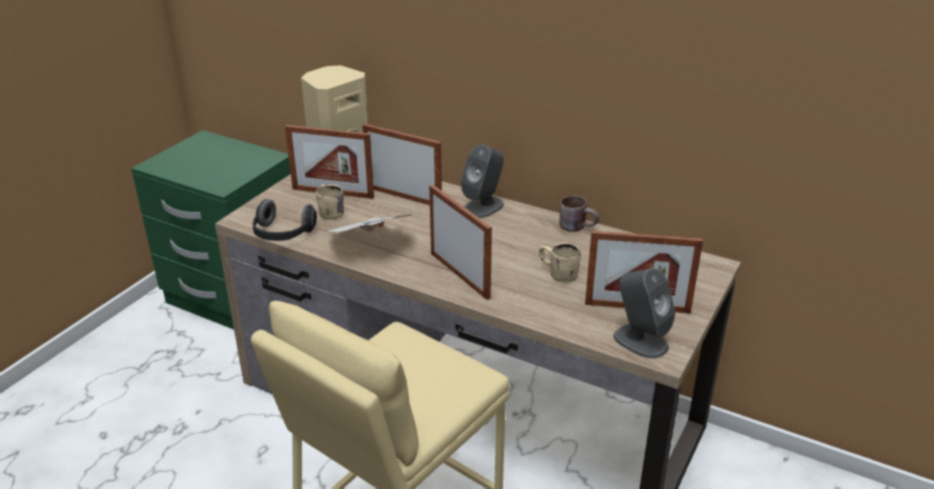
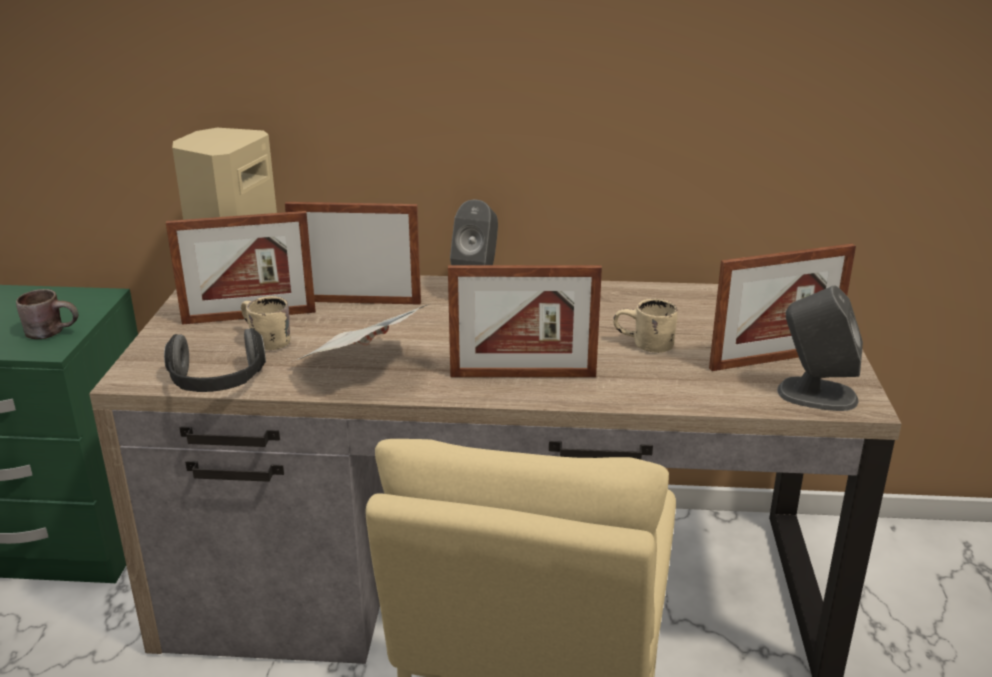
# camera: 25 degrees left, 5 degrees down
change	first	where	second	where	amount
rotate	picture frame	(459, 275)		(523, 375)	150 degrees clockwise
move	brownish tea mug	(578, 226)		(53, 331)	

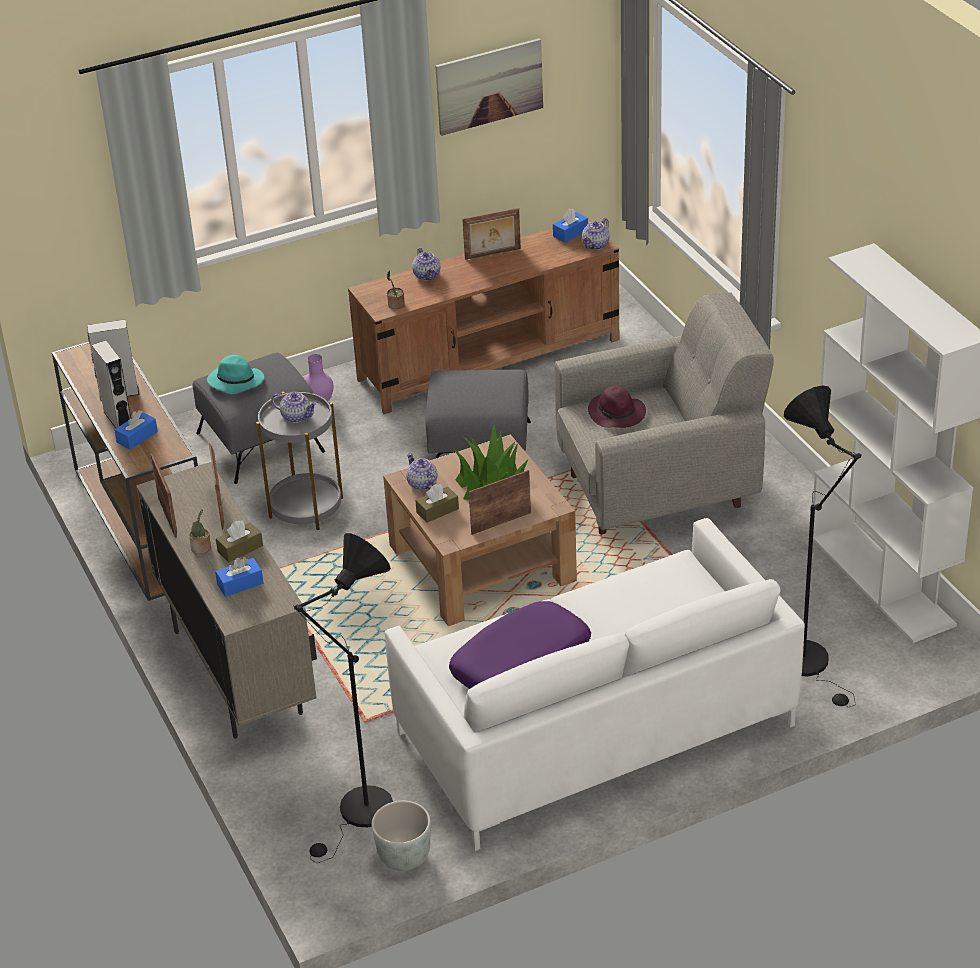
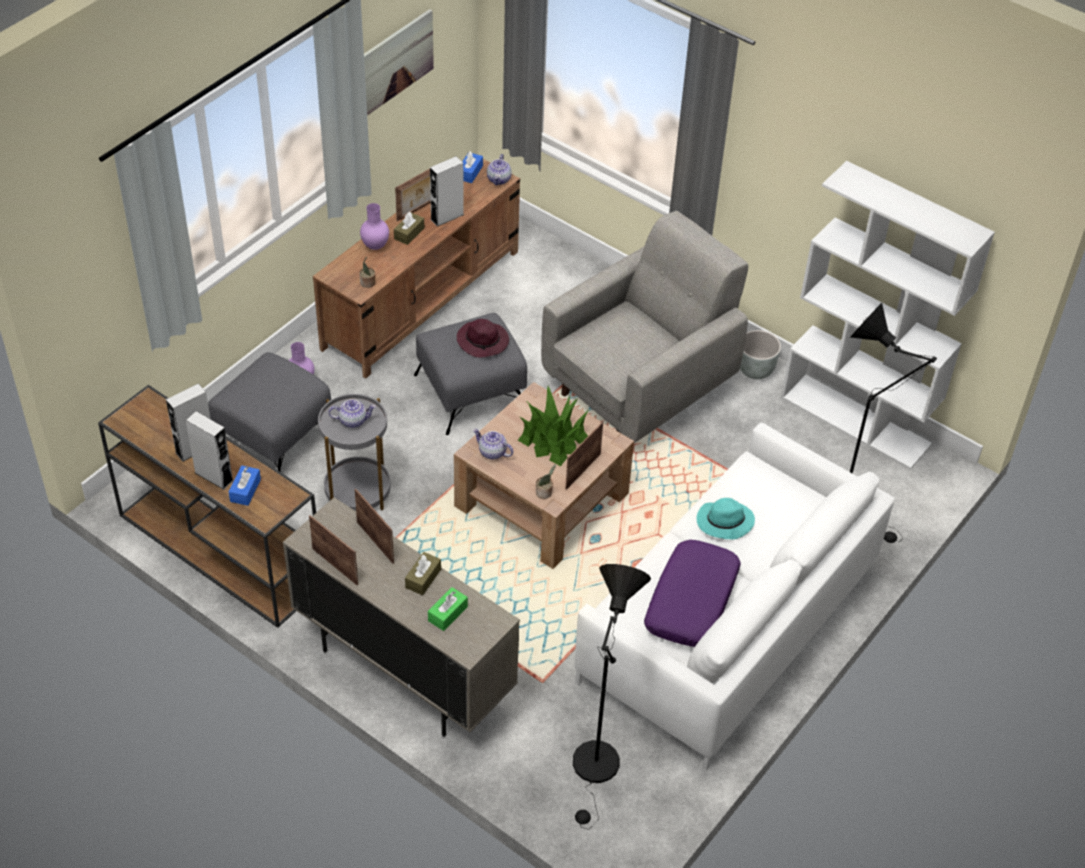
# camera: 30 degrees left, 10 degrees up
change	first	where	second	where	amount
replace	pot for tea	(427, 275)	purplish decorative vase	(375, 246)	
move	turquoise-coloured wearable hat	(235, 381)		(724, 522)	
move	purplish wearable hat	(617, 414)		(483, 341)	
move	brownish tissue box	(437, 511)		(409, 233)	
move	houseplant	(202, 548)		(545, 493)	
recolor	bluish tissue box	(240, 584)	greenish tissue box	(447, 613)	
move	greyish flower pot	(404, 858)		(755, 371)	
insert			greyish audio speaker	(447, 217)	

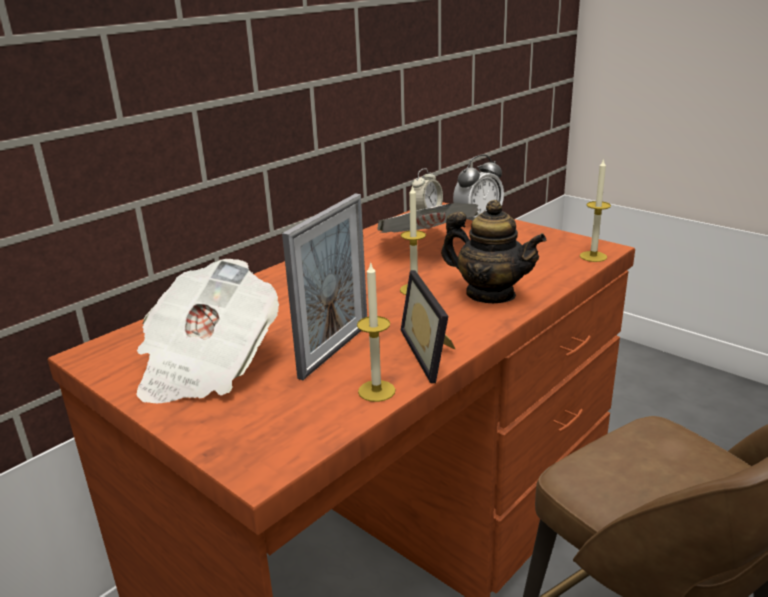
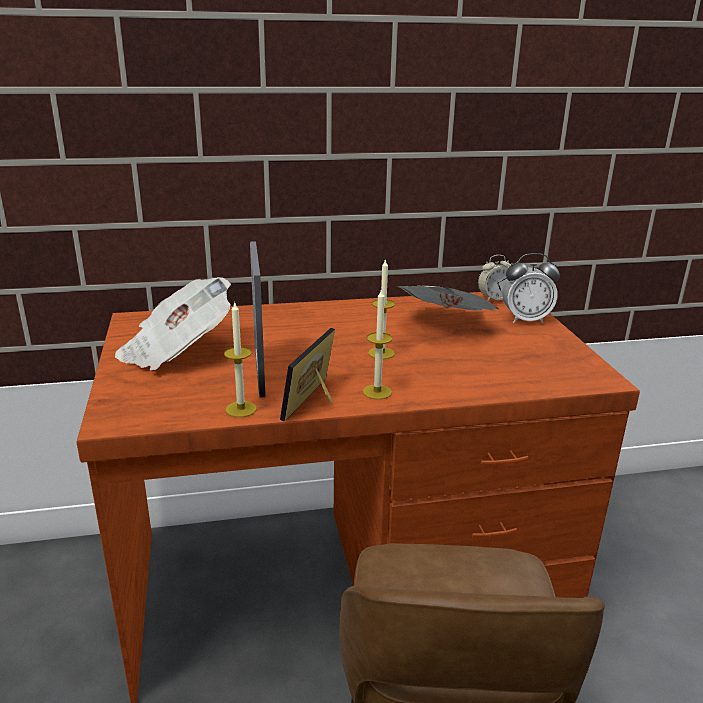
# camera: 35 degrees right, 0 degrees up
change	first	where	second	where	amount
move	wax light	(593, 256)		(377, 392)	
rotate	picture frame	(334, 350)		(260, 372)	105 degrees clockwise
delete	pot for tea	(490, 294)			

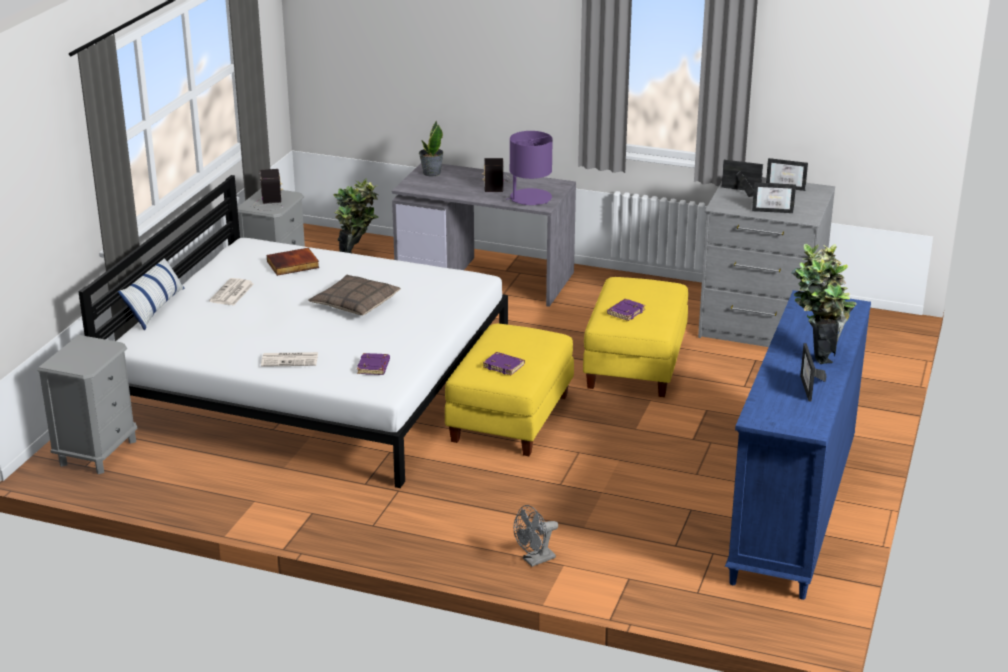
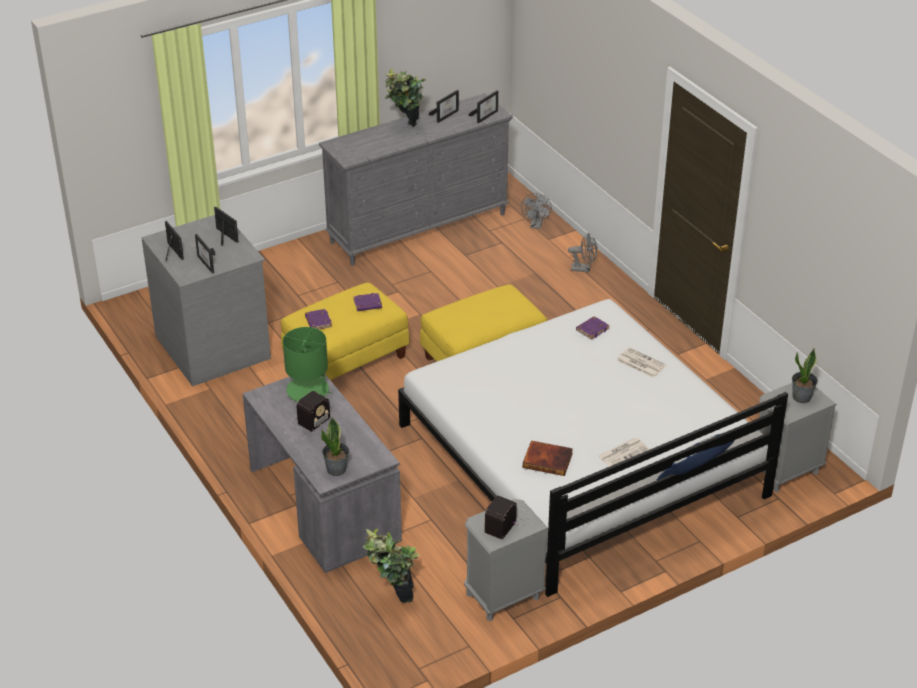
# camera: 140 degrees left, 10 degrees up
change	first	where	second	where	amount
recolor	purplish tabletop lamp	(530, 198)	greenish tabletop lamp	(308, 390)	
delete	cushion	(355, 303)			
recolor	bluish drawer chest	(792, 515)	greyish drawer chest	(419, 228)	
move	purplish bound book	(504, 366)		(318, 322)	
insert			picture frame	(485, 115)	
insert			greyish electric fan	(536, 225)	
insert			houseplant	(802, 397)	

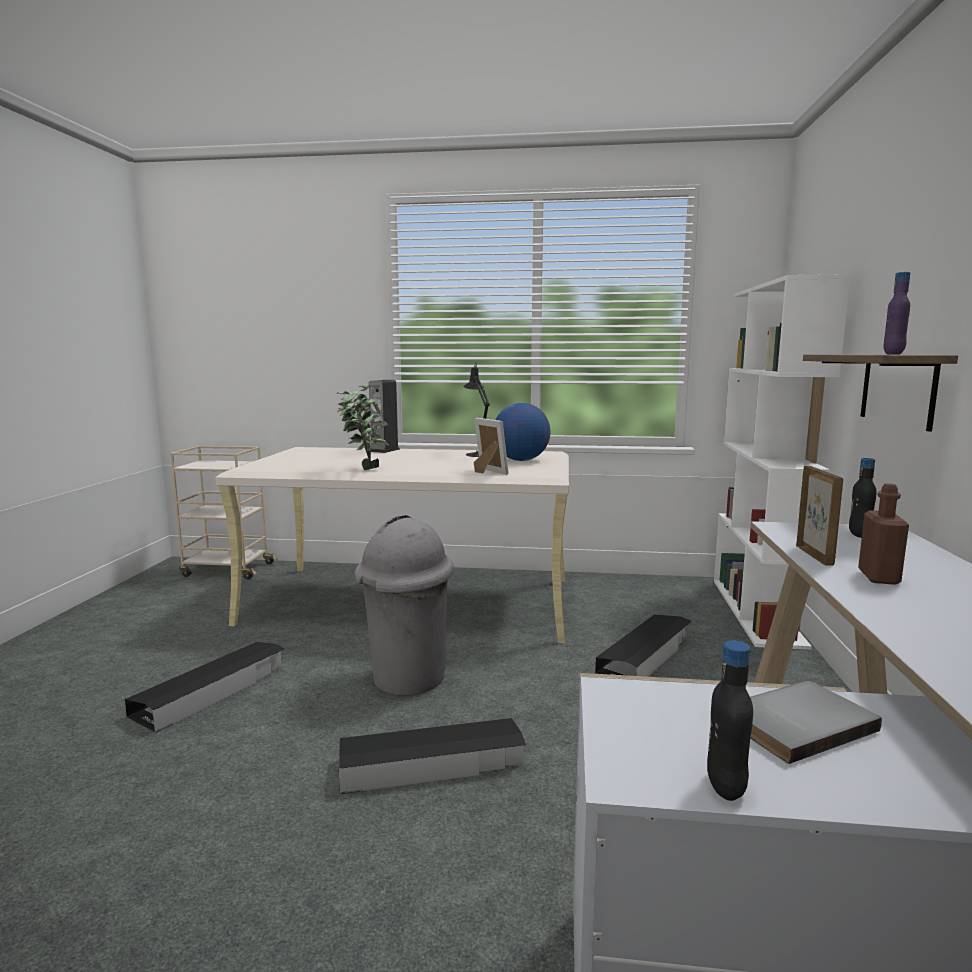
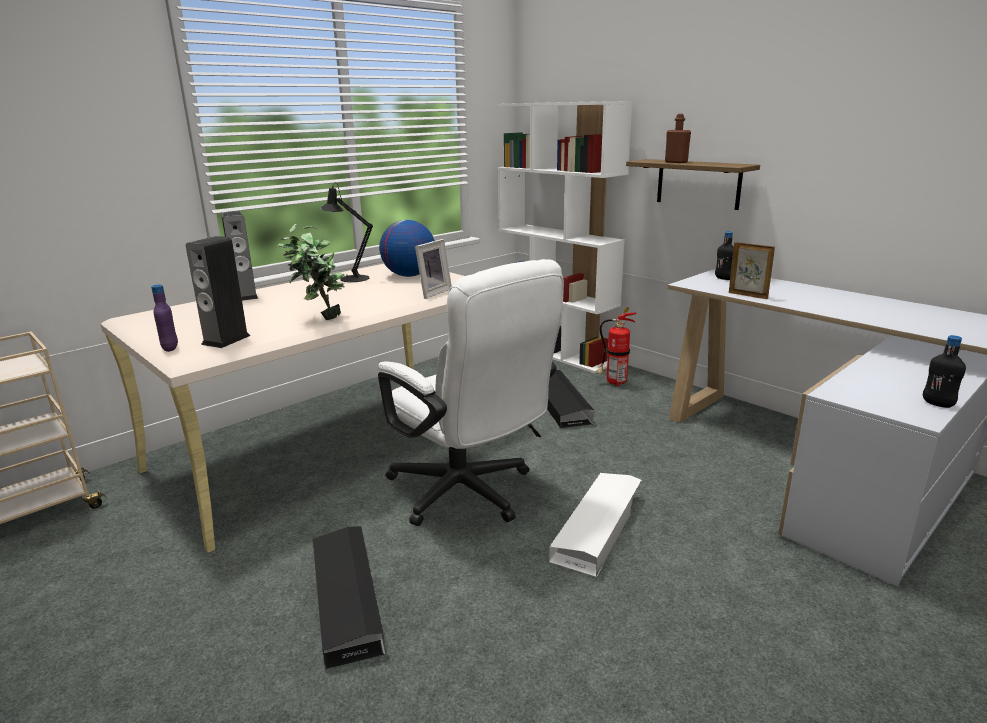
# camera: 50 degrees left, 10 degrees up
change	first	where	second	where	amount
move	purplish bottle	(893, 354)		(170, 348)	
rotate	picture frame	(487, 472)		(432, 292)	120 degrees clockwise
move	brownish bottle	(878, 577)		(676, 162)	
replace	greyish rubbish bin	(407, 678)	white-coloured office chair	(469, 495)	
delete	greyish bound book	(795, 723)			
recolor	blackish storage box	(432, 764)	white-coloured storage box	(598, 527)	
insert			audio speaker	(226, 340)	
insert			fire-fighting cylinder	(613, 383)	

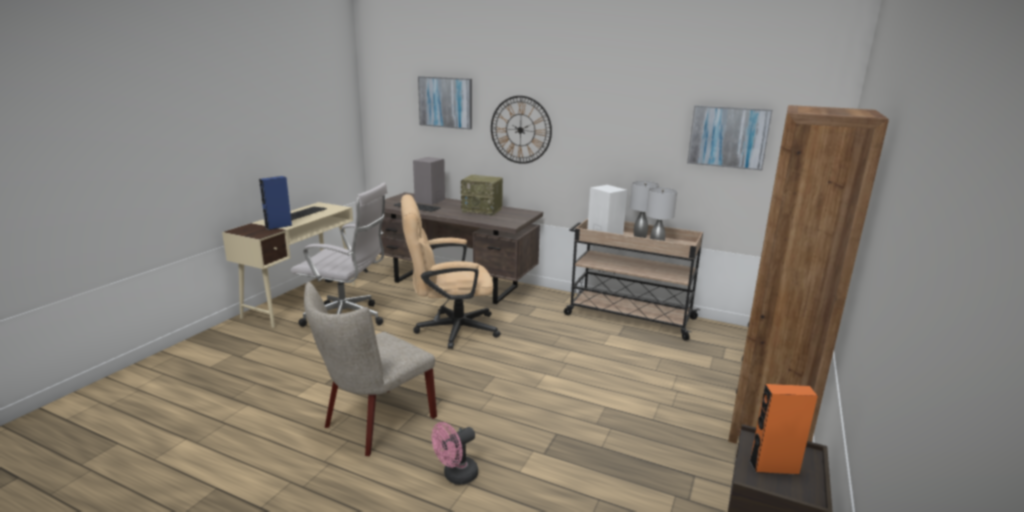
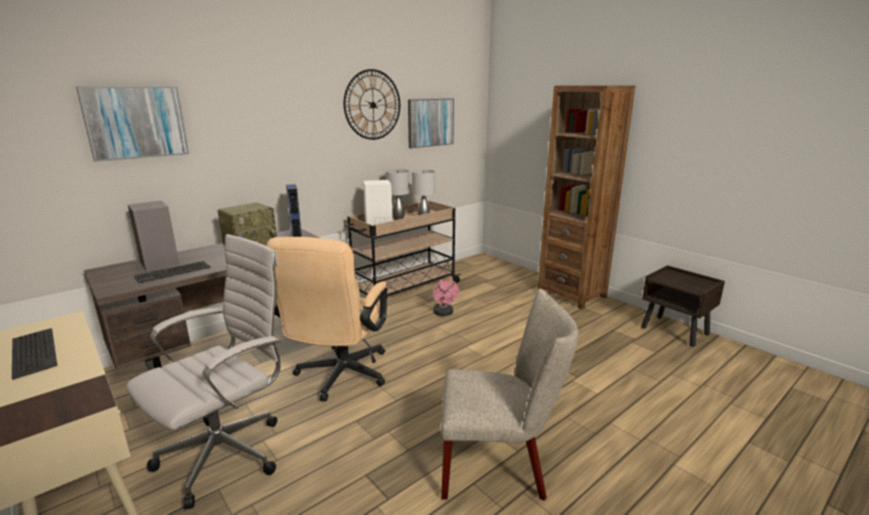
# camera: 65 degrees left, 0 degrees up
change	first	where	second	where	amount
move	clock on the wall	(520, 130)		(372, 105)	
move	bluish audio speaker	(278, 226)		(296, 235)	
rotate	beige-coloured chair	(374, 424)		(499, 466)	60 degrees counterclockwise
delete	orange audio speaker	(774, 467)			
move	pinkish electric fan	(456, 476)		(444, 313)	

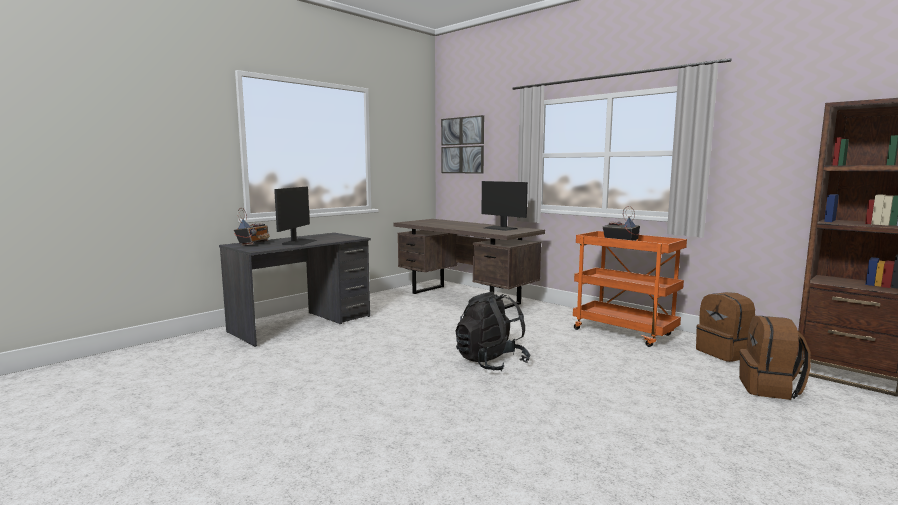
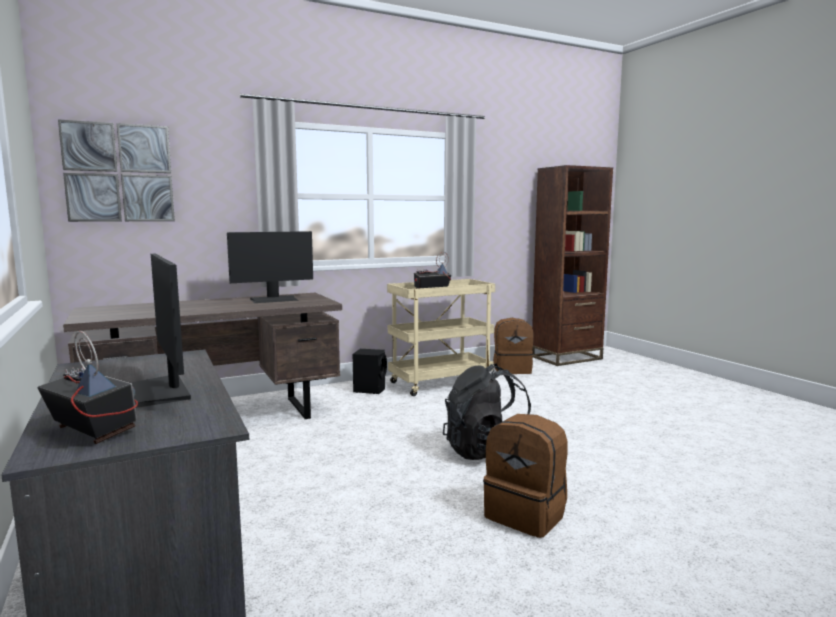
# camera: 70 degrees left, 0 degrees up
change	first	where	second	where	amount
rotate	monitor	(299, 242)		(159, 391)	150 degrees counterclockwise
recolor	orange trolley	(625, 332)	beige-coloured trolley	(440, 383)	
move	brownish backpack	(770, 389)		(526, 515)	
insert			blackish audio speaker	(370, 389)	

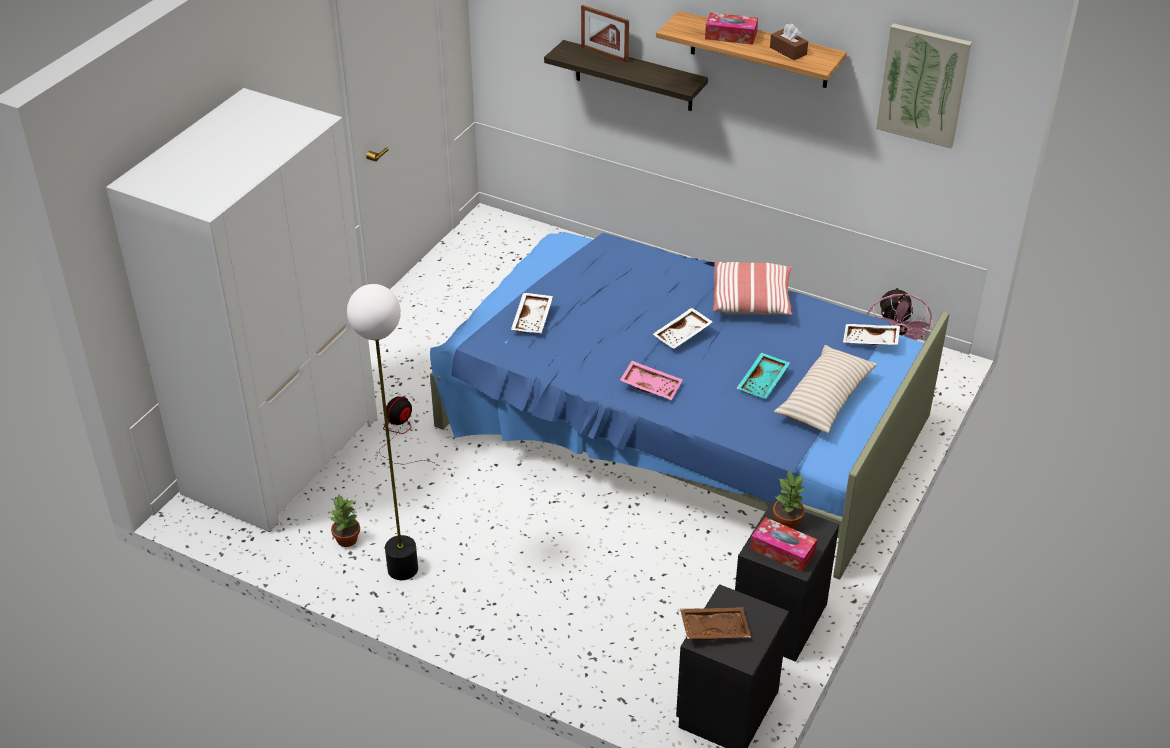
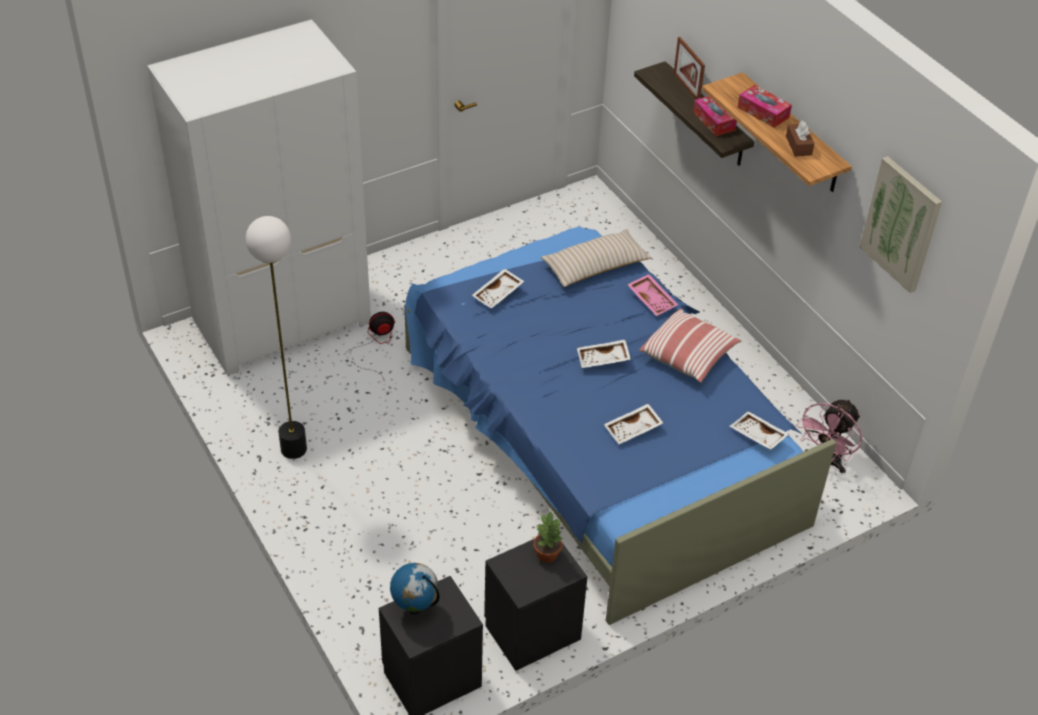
# camera: 30 degrees right, 5 degrees up
change	first	where	second	where	amount
move	beige-coloured cushion	(825, 398)		(595, 266)	
recolor	turquoise-coloured serving tray	(763, 382)	white-coloured serving tray	(633, 429)	
move	pinkish serving tray	(651, 385)		(652, 299)	
delete	houseplant	(347, 540)			
move	tissue box	(782, 551)		(714, 121)	
replace	brownish serving tray	(714, 628)	world globe	(415, 607)	

